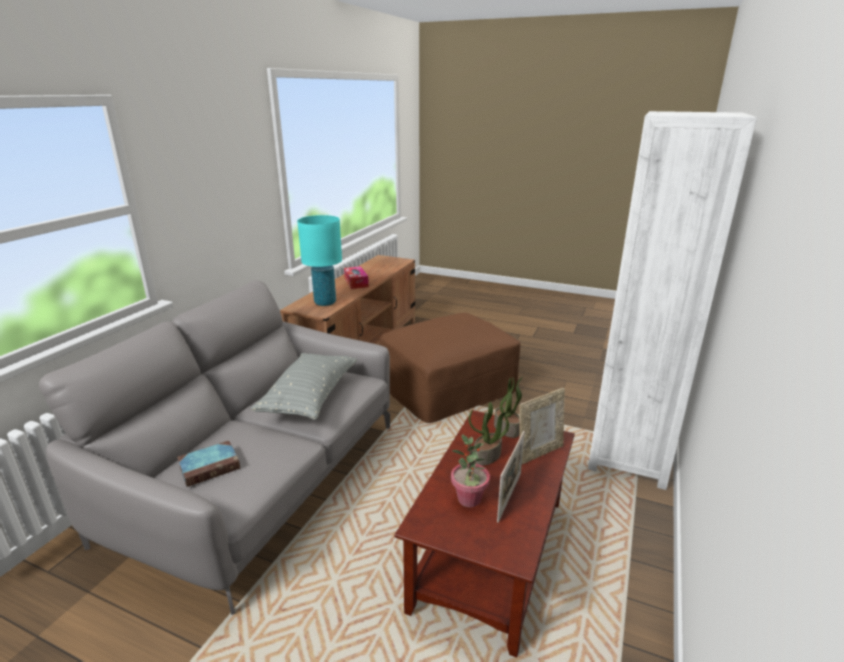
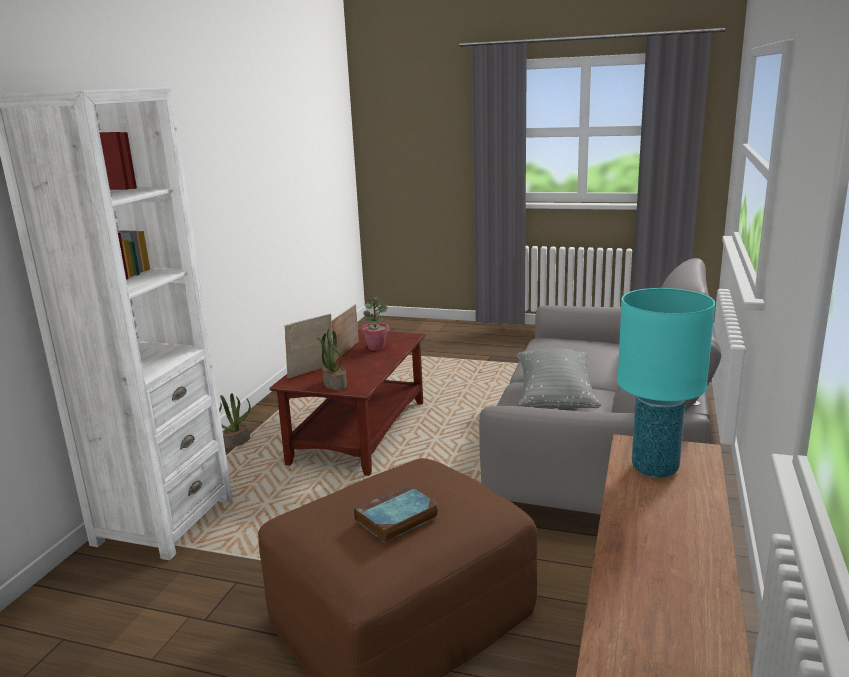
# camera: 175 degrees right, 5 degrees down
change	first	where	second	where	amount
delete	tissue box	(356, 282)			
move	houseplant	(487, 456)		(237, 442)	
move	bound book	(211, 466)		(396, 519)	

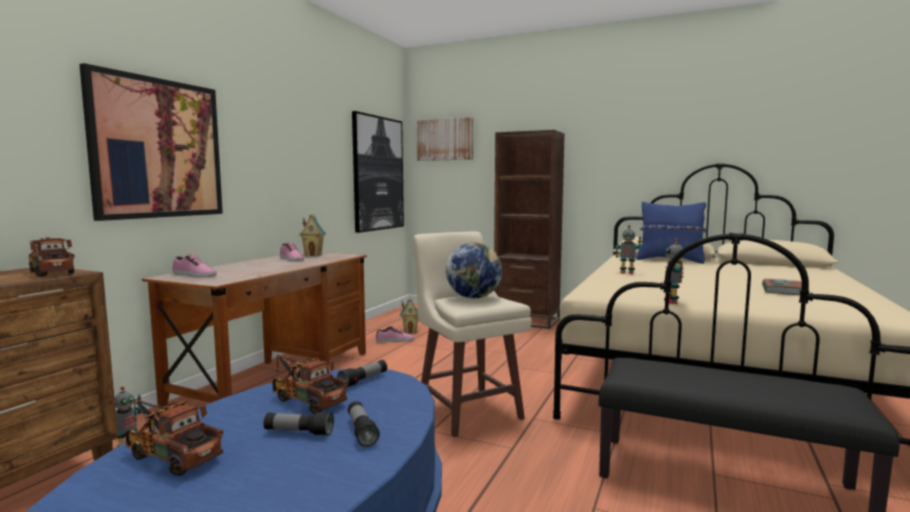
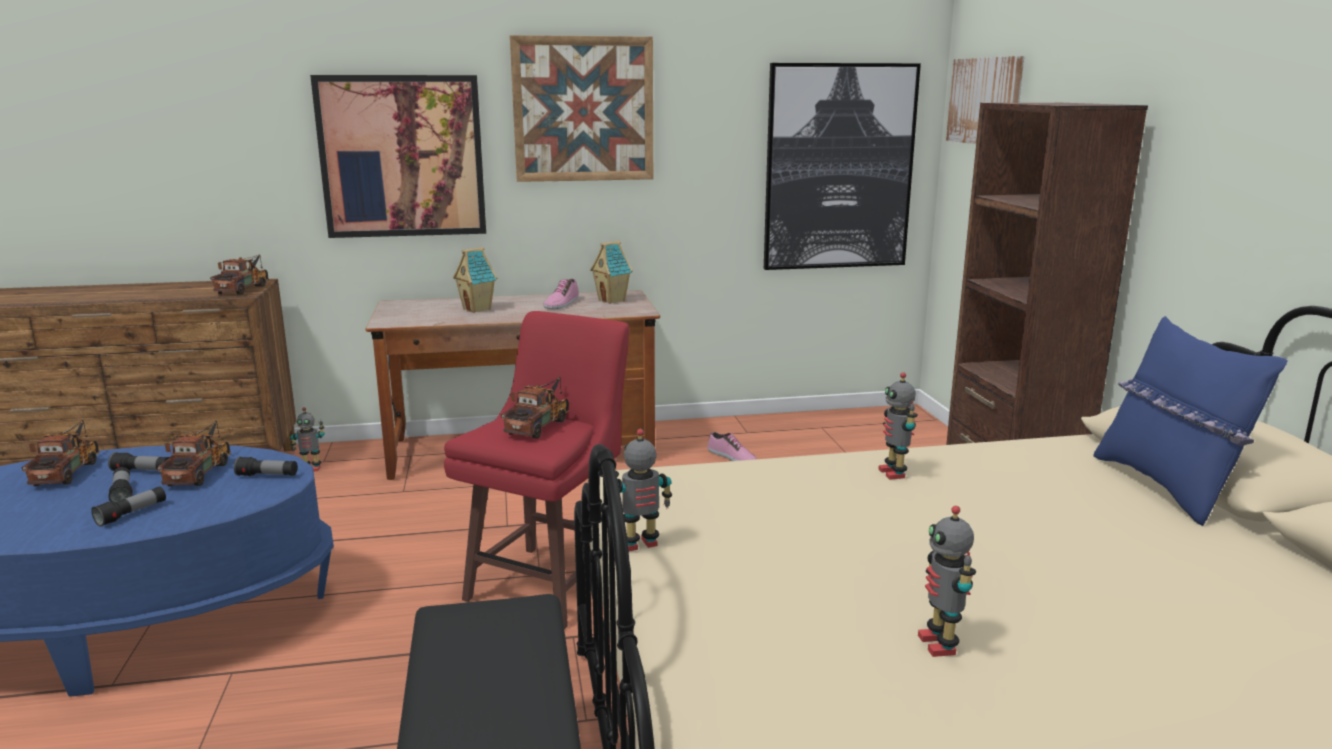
# camera: 55 degrees right, 10 degrees up
change	first	where	second	where	amount
recolor	beige-coloured sitting stool	(468, 410)	reddish sitting stool	(549, 584)	
replace	world globe	(473, 297)	toy lorry	(540, 425)	
delete	shoe	(194, 275)			
replace	bound book	(782, 290)	robot figure	(940, 644)	
move	toy house	(410, 331)		(478, 309)	
insert			wall art	(583, 109)	
insert			hand torch	(142, 471)	

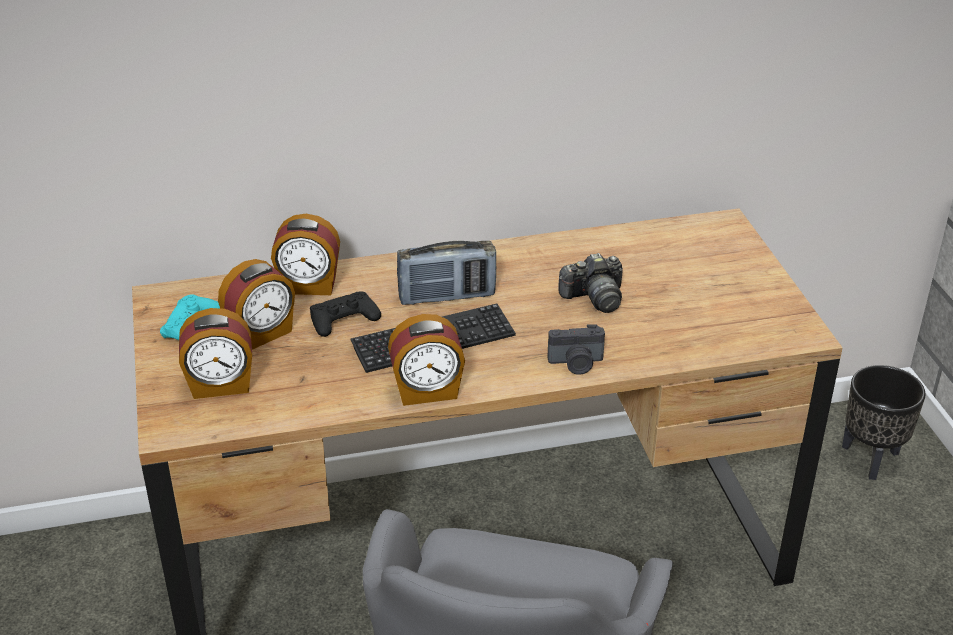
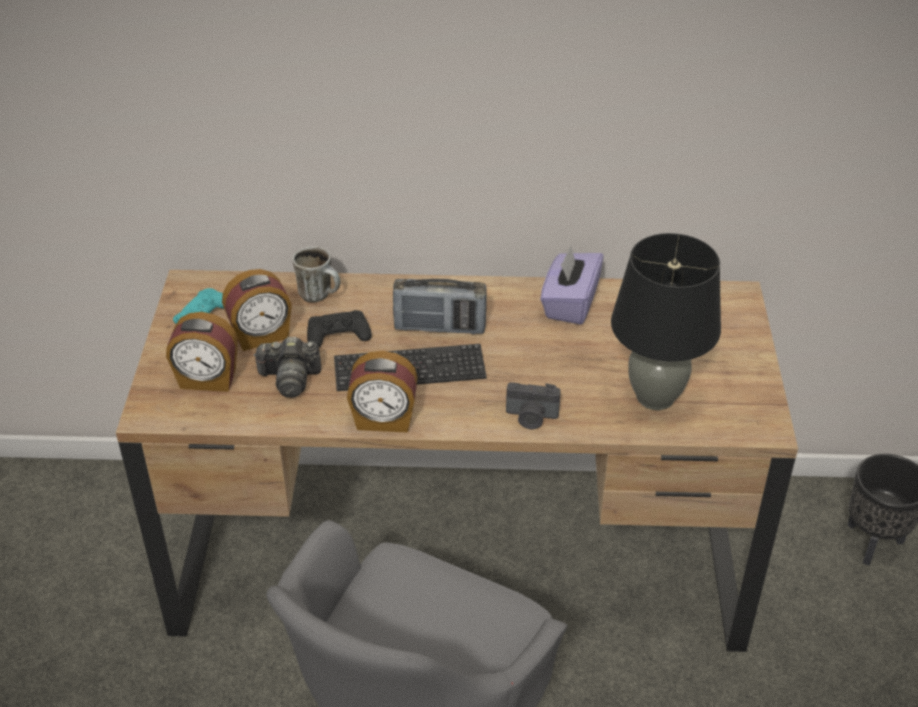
# camera: 15 degrees right, 5 degrees up
change	first	where	second	where	amount
replace	table clock	(309, 286)	tea mug	(320, 295)	
move	photo camera	(594, 298)		(290, 379)	
insert			blackish tabletop lamp	(655, 397)	
insert			purplish tissue box	(570, 303)	

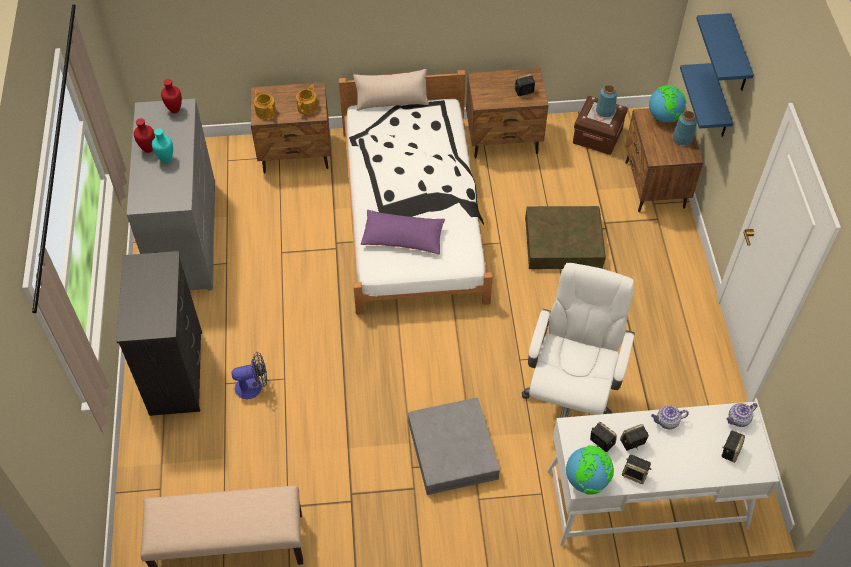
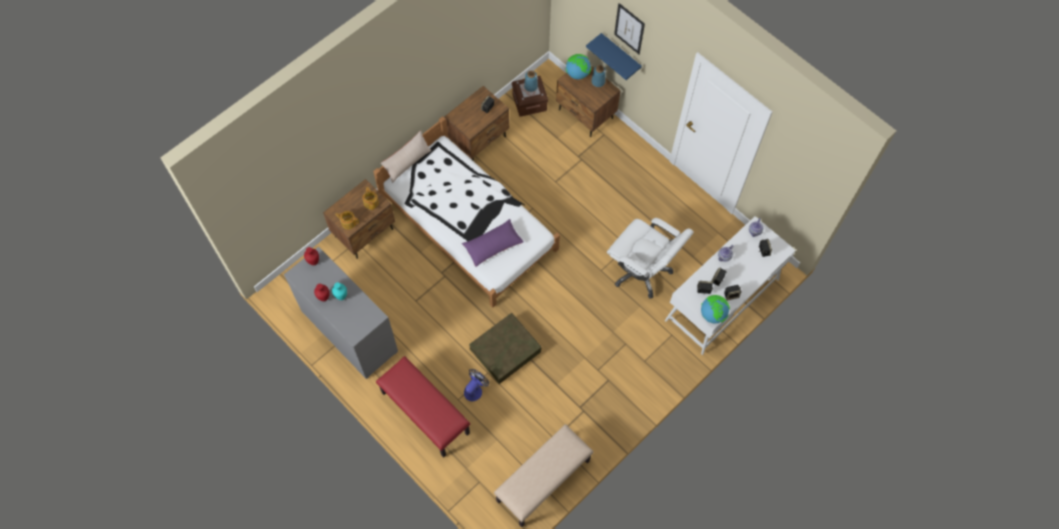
# camera: 40 degrees left, 10 degrees up
change	first	where	second	where	amount
replace	bluish shelf	(738, 56)	wall art	(629, 28)	
move	brownish storage box	(563, 242)		(505, 350)	
replace	blackish drawer chest	(177, 371)	reddish long seat	(424, 413)	
rotate	white-coloured office chair	(570, 394)		(642, 271)	150 degrees clockwise
delete	greyish storage box	(452, 450)			

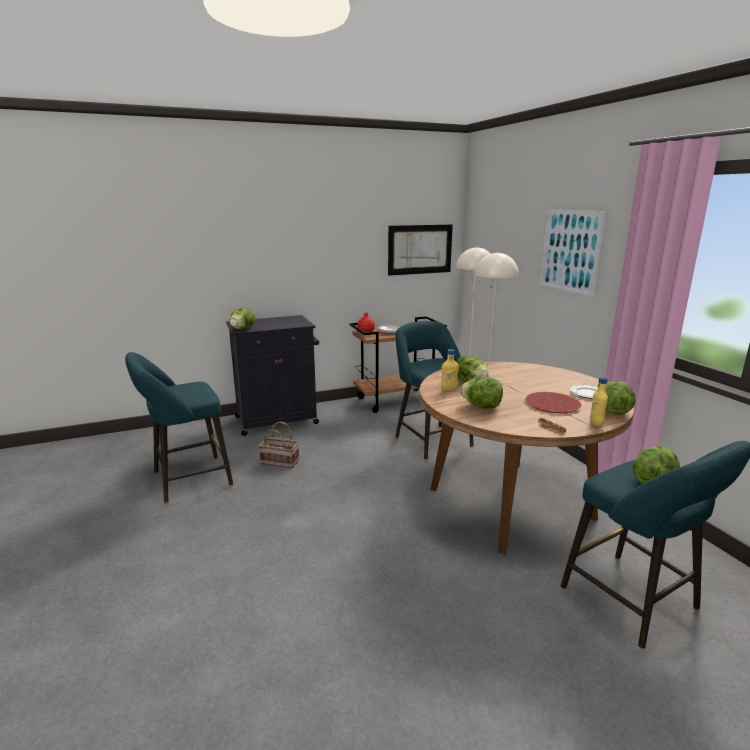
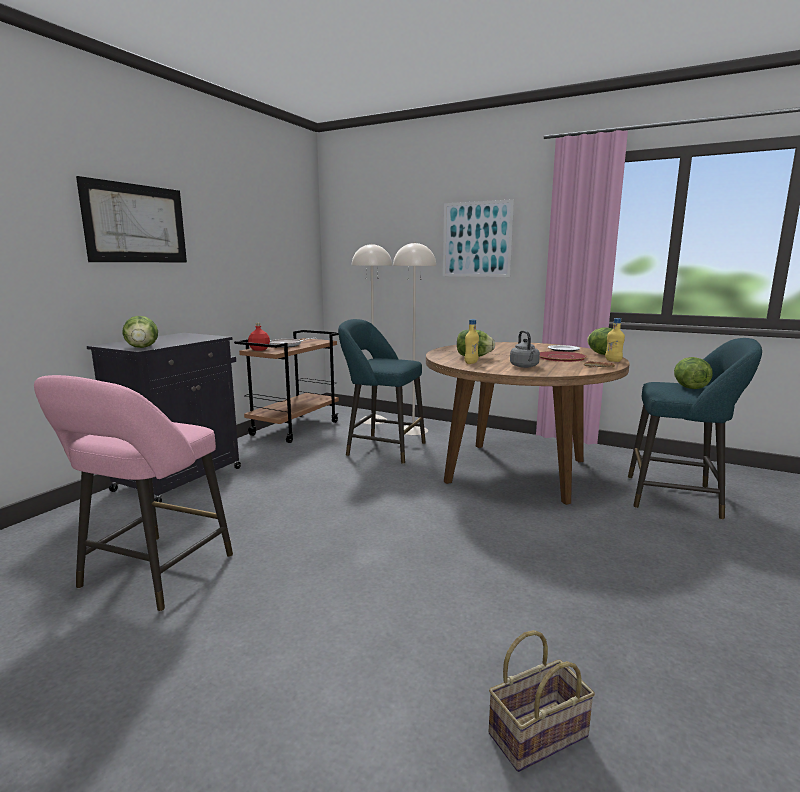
# camera: 40 degrees left, 5 degrees down
change	first	where	second	where	amount
move	wall art	(420, 249)		(136, 223)	
recolor	turquoise-coloured sitting stool	(187, 480)	pinkish sitting stool	(152, 575)	
replace	head of lettuce	(481, 406)	greyish tea kettle	(524, 366)	
move	household basket	(281, 461)		(538, 732)	

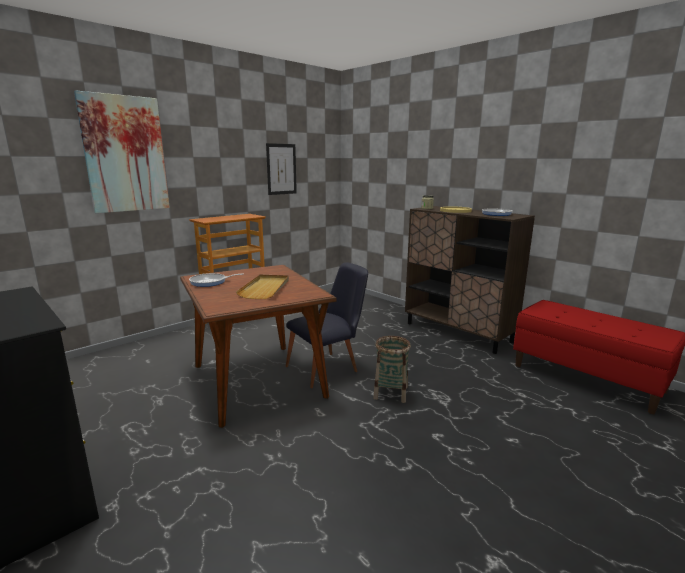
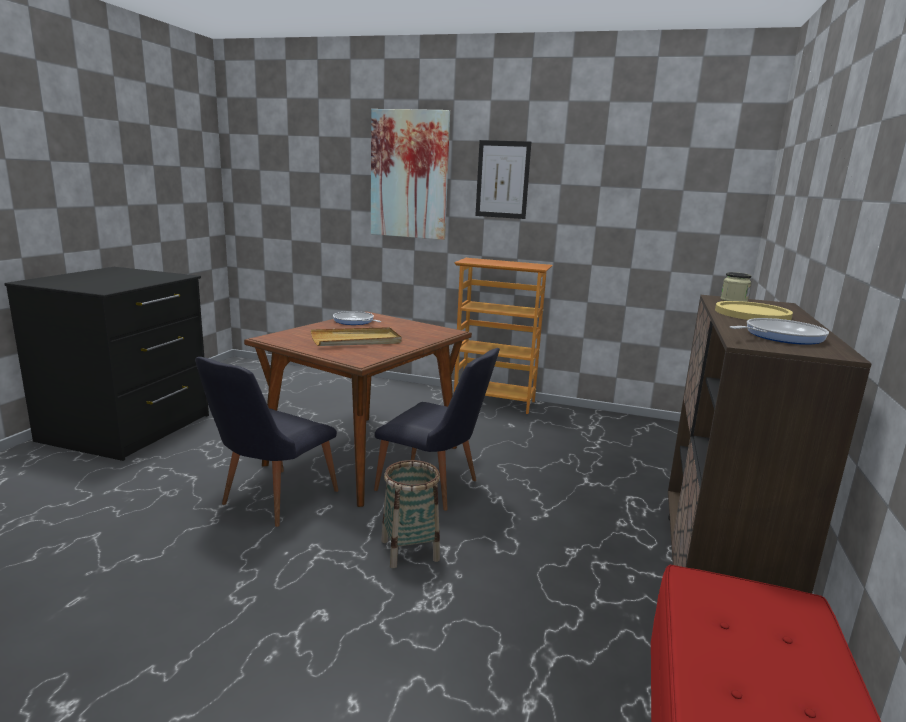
# camera: 60 degrees right, 0 degrees up
change	first	where	second	where	amount
move	wall art	(281, 169)		(502, 179)	
insert			blackish chair	(270, 501)	

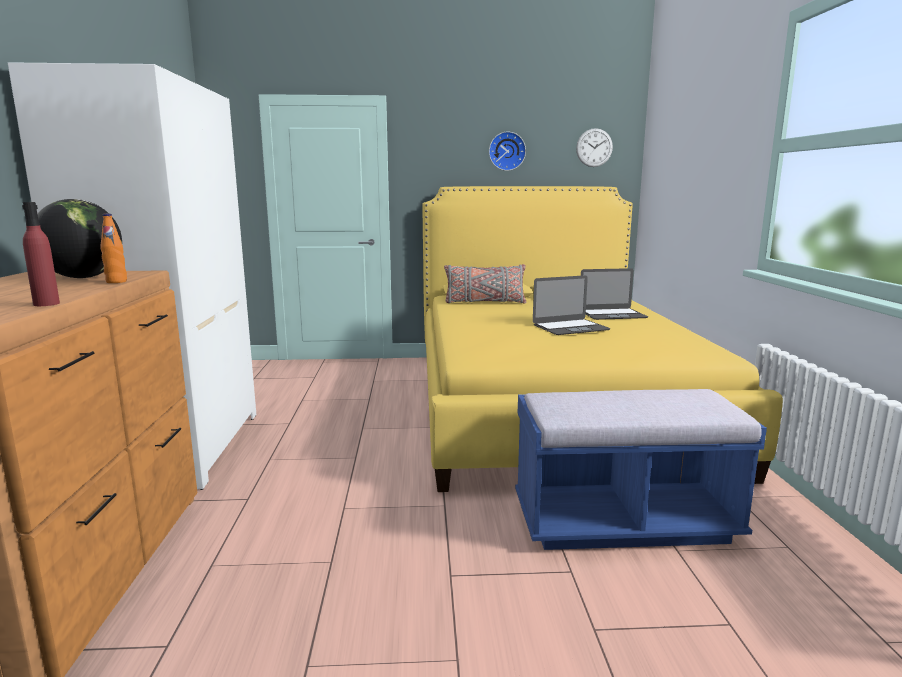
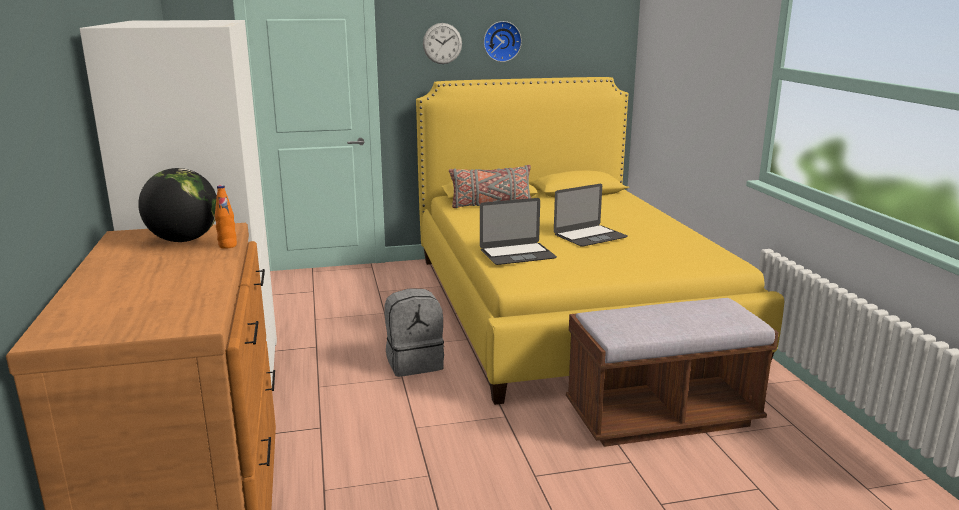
# camera: 10 degrees left, 5 degrees up
change	first	where	second	where	amount
move	clock on the wall	(594, 147)		(442, 43)	
delete	reddish bottle	(46, 304)			
move	portable computer	(612, 314)		(517, 254)	
recolor	bluish long seat	(623, 522)	brownish long seat	(662, 417)	
insert			greyish backpack	(414, 363)	

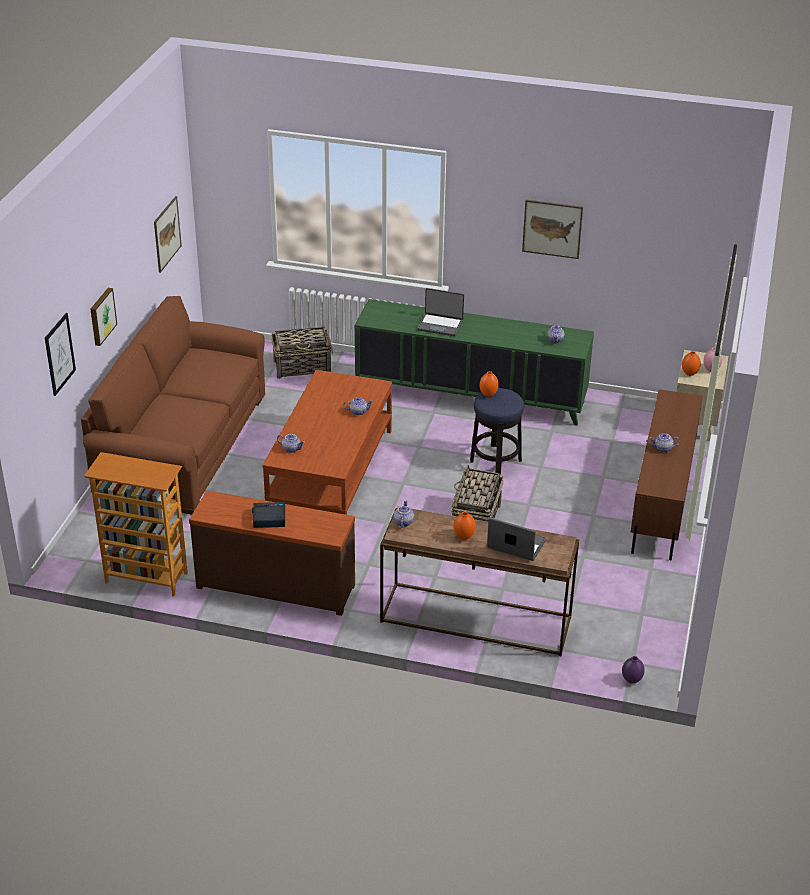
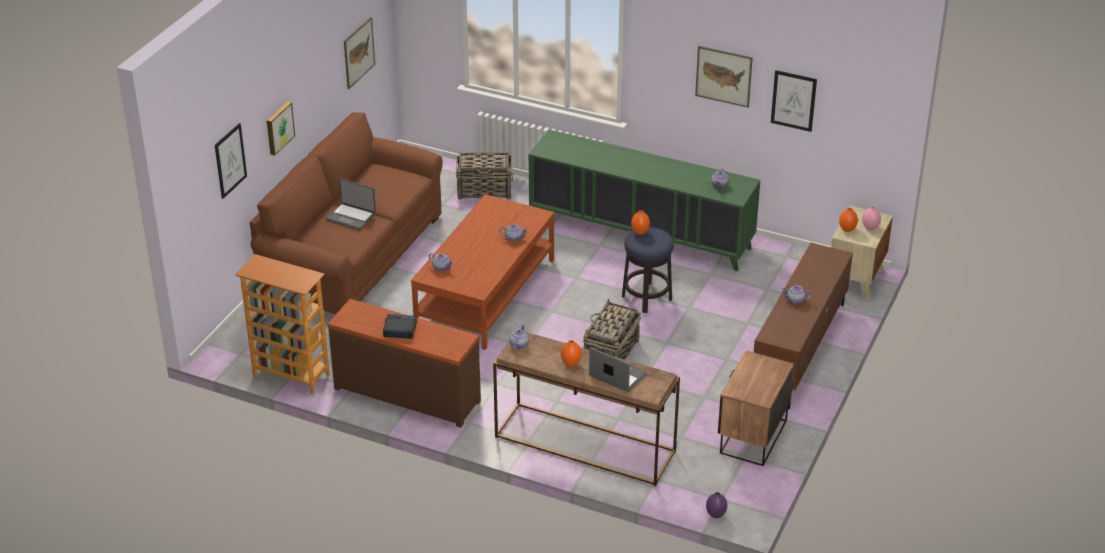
# camera: 10 degrees right, 0 degrees up
change	first	where	second	where	amount
move	portable computer	(440, 325)		(351, 217)	
insert			wall art	(793, 100)	
insert			bedside table	(751, 437)	

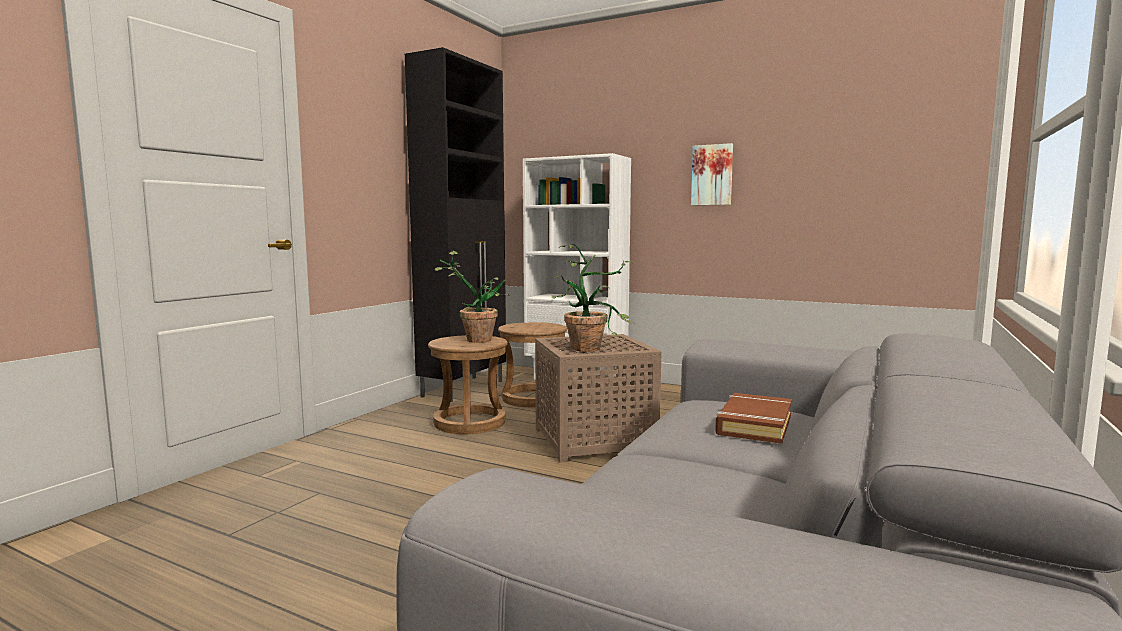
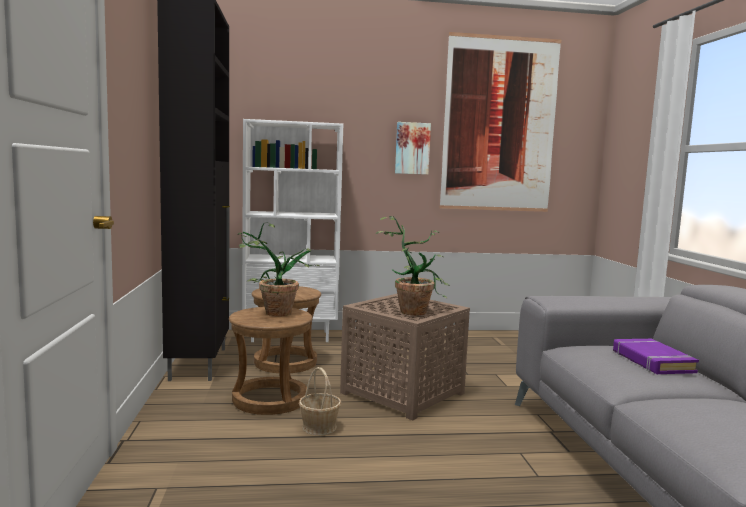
# camera: 35 degrees left, 0 degrees up
change	first	where	second	where	amount
recolor	brownish bound book	(754, 425)	purplish bound book	(652, 362)	
insert			wall art	(499, 124)	
insert			household basket	(319, 427)	

